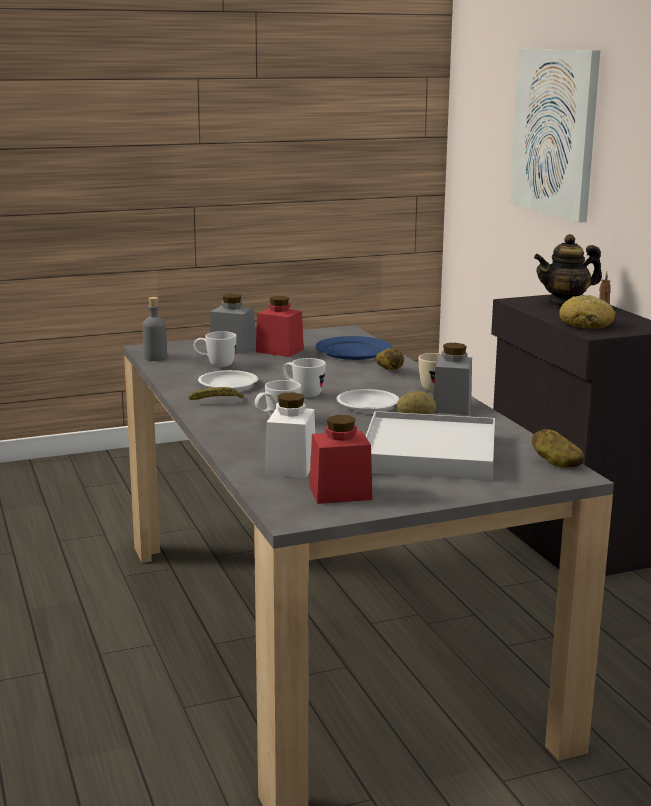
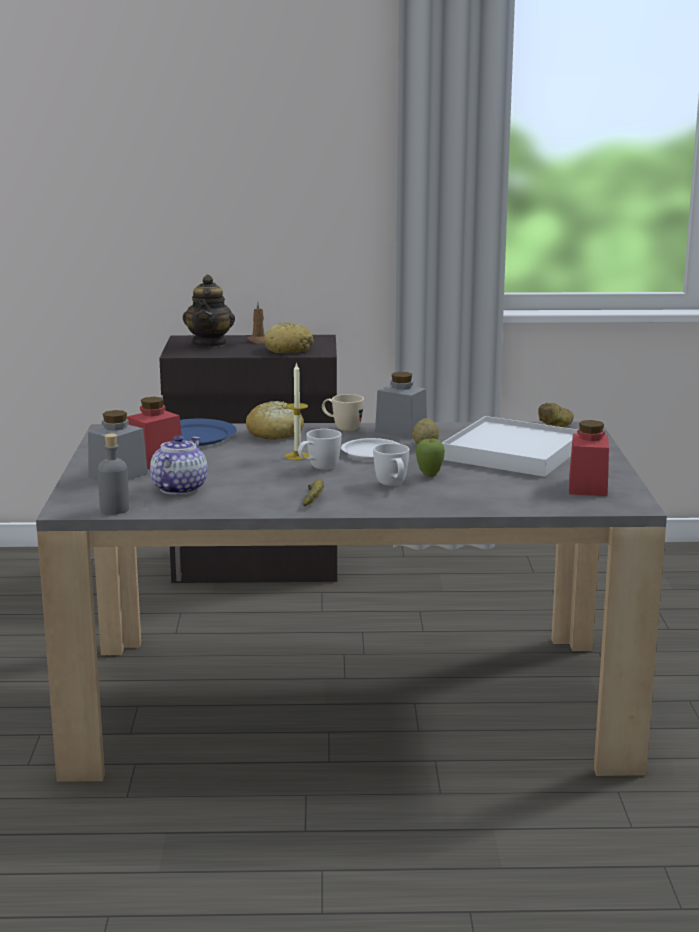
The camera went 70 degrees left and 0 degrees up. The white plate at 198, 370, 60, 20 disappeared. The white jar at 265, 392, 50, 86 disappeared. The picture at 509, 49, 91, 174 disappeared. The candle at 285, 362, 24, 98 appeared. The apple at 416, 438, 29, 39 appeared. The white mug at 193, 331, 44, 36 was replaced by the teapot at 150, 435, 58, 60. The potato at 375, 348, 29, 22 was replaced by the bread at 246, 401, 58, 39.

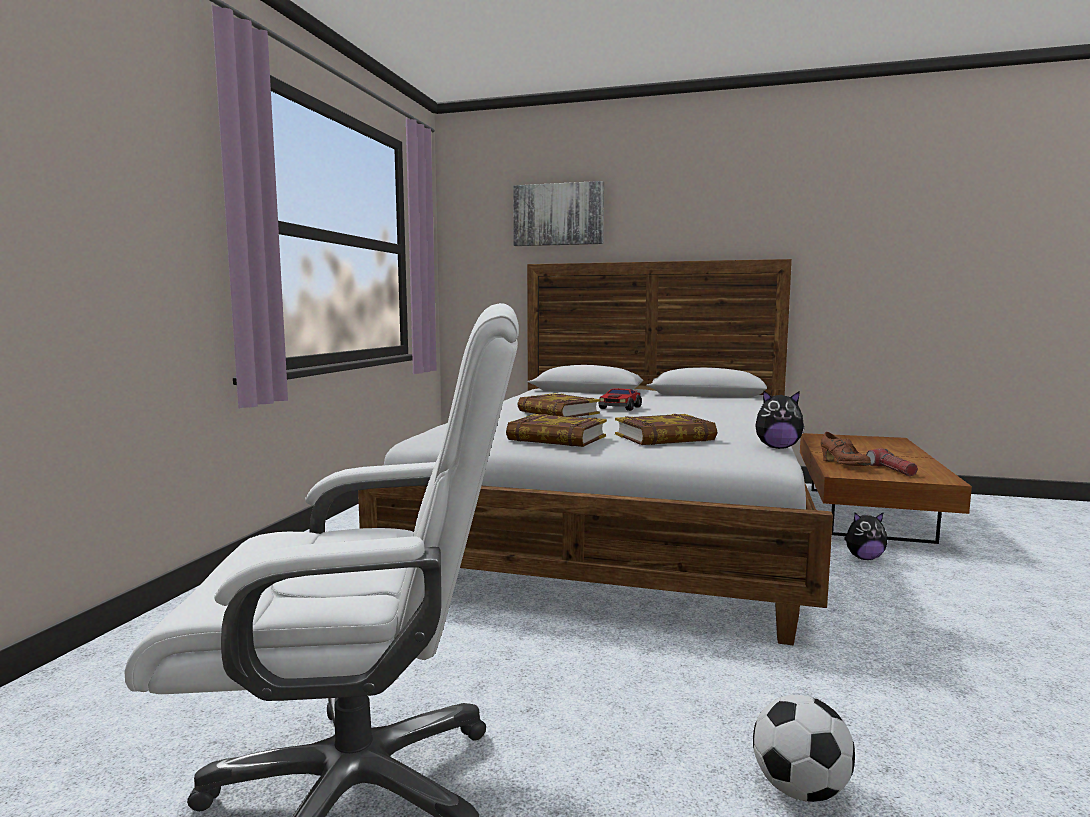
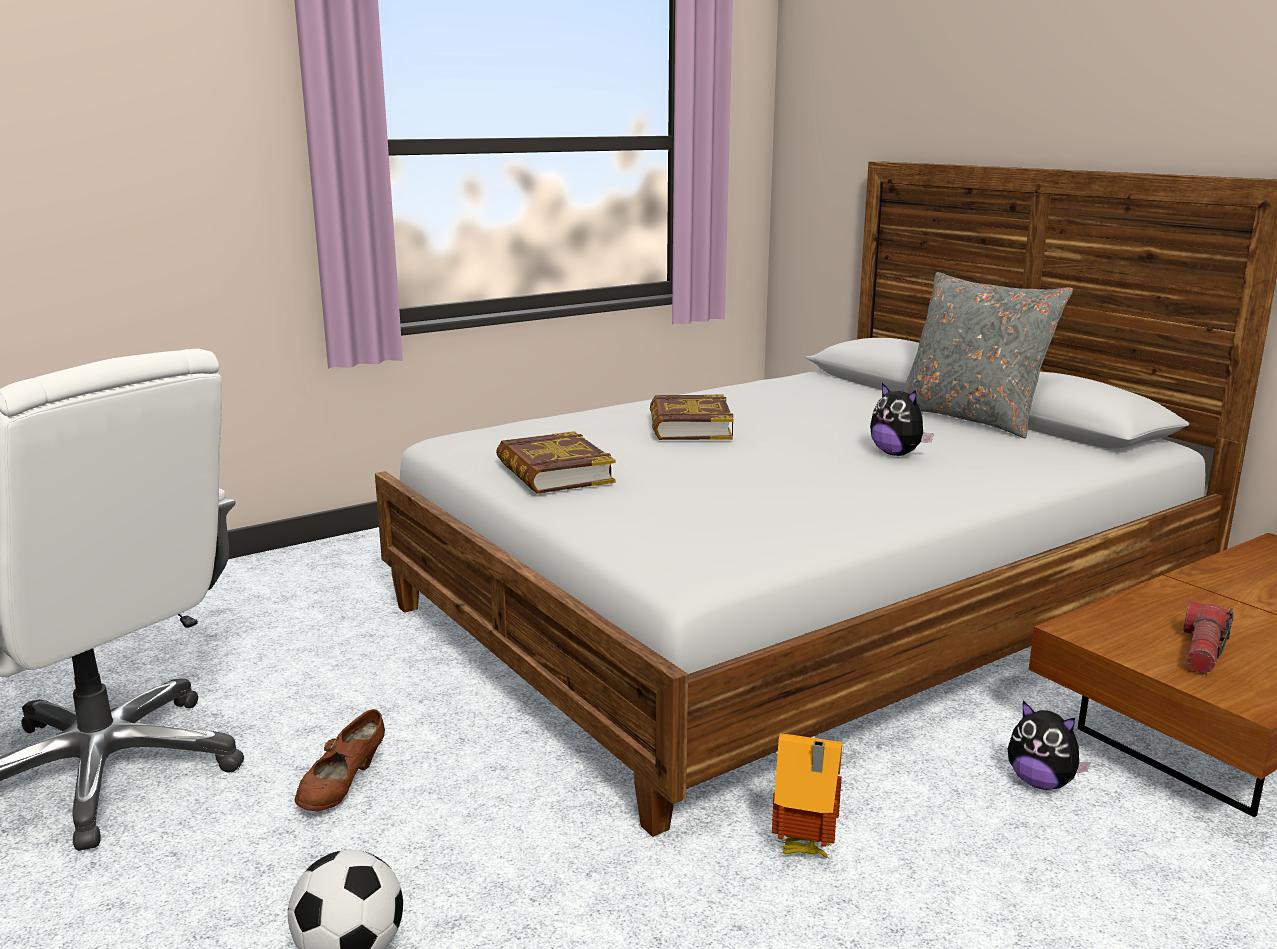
The camera went 40 degrees right and 10 degrees up. The picture at 513, 181, 91, 65 disappeared. The toy car at 599, 388, 43, 23 disappeared. The book at 615, 414, 102, 31 disappeared. The toy house at 772, 733, 70, 125 appeared. The grey pillow at 902, 272, 171, 166 appeared. The plush toy moved from 755, 390, 50, 59 to 870, 383, 64, 73. The brown shoe moved from 821, 432, 50, 34 to 295, 709, 90, 102.

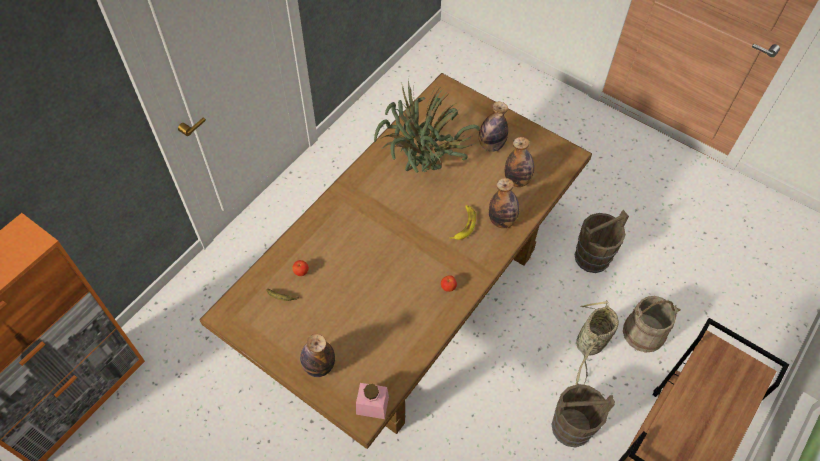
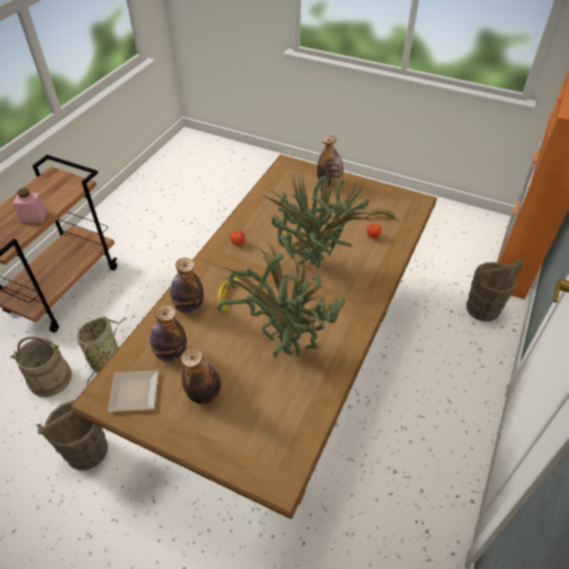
The camera went 170 degrees right and 10 degrees down. The plate at 108, 370, 51, 42 appeared. The potted plant at 259, 169, 116, 99 appeared. The pink jar moved from 356, 383, 33, 36 to 13, 188, 34, 35. The brown bucket moved from 551, 384, 64, 64 to 466, 259, 57, 63.

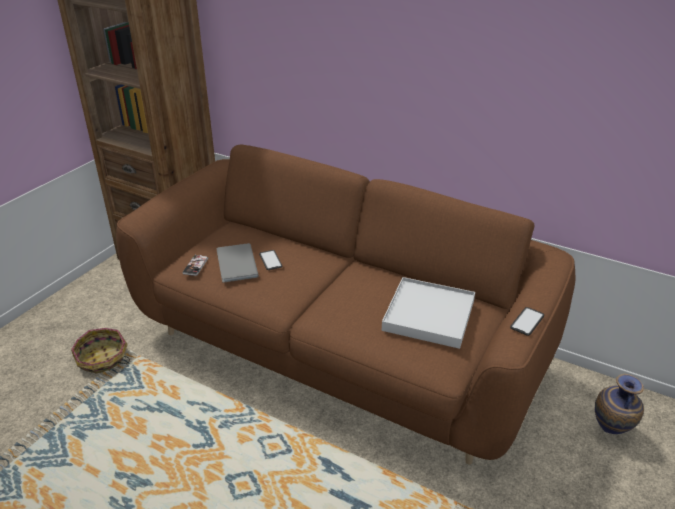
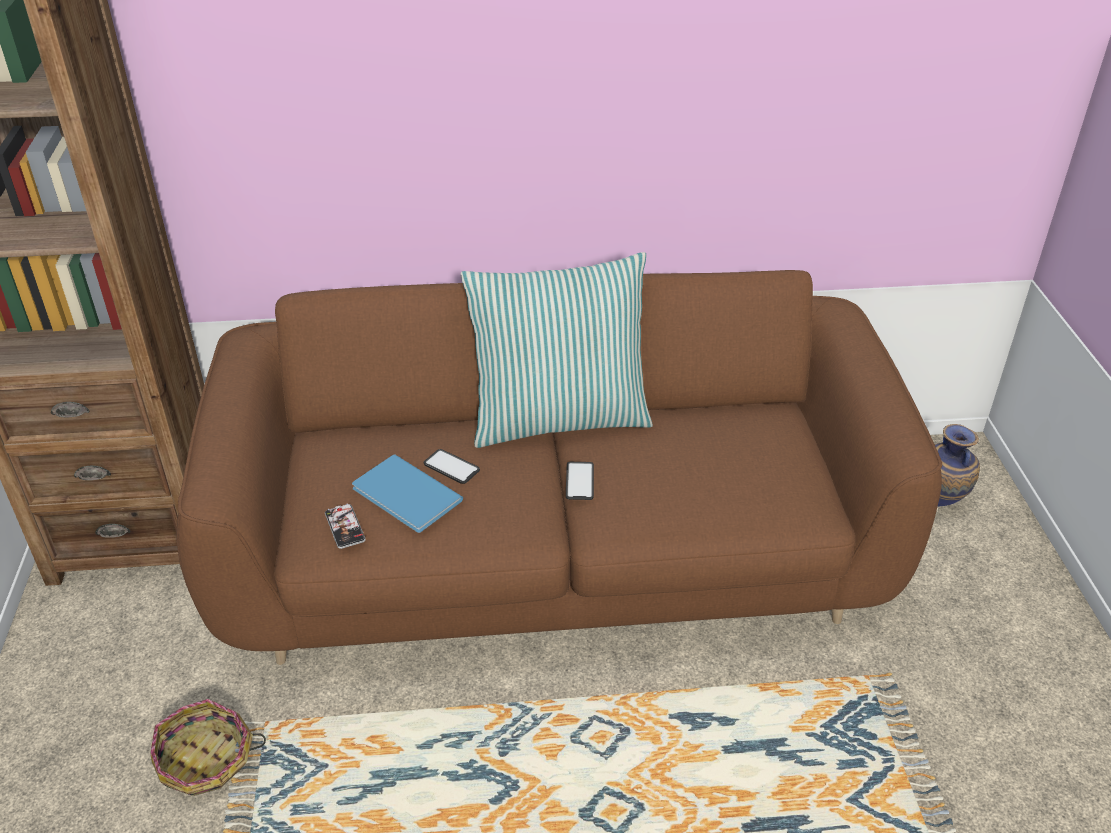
The camera went 35 degrees left and 5 degrees up. The white tray at 382, 277, 93, 72 disappeared. The pillow at 460, 252, 193, 196 appeared. The phone moved from 510, 307, 34, 29 to 566, 462, 28, 38. The grey book at 216, 243, 43, 40 became the blue book at 352, 454, 111, 79.

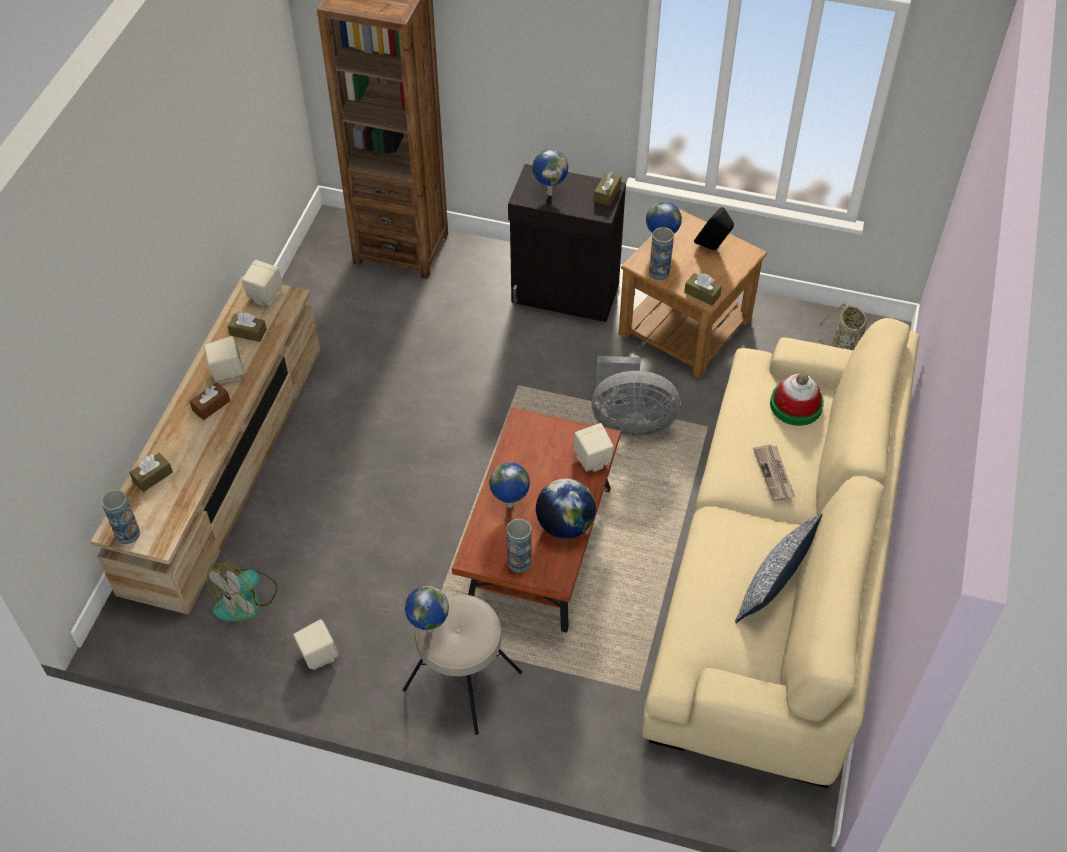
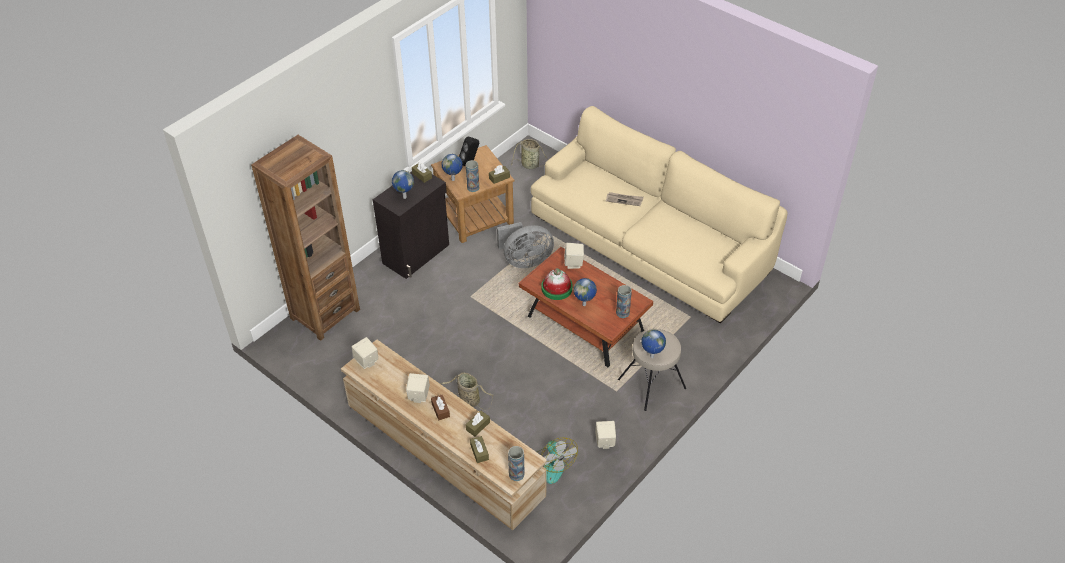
The camera went 65 degrees left and 5 degrees down. The globe at 536, 479, 60, 60 disappeared. The pillow at 735, 514, 87, 109 disappeared. The basket at 441, 372, 52, 38 appeared. The brown tissue box moved from 227, 312, 40, 30 to 466, 411, 24, 26. The hat moved from 770, 373, 54, 53 to 541, 268, 32, 32. The grey fan at 591, 356, 89, 80 turned 45 degrees clockwise.

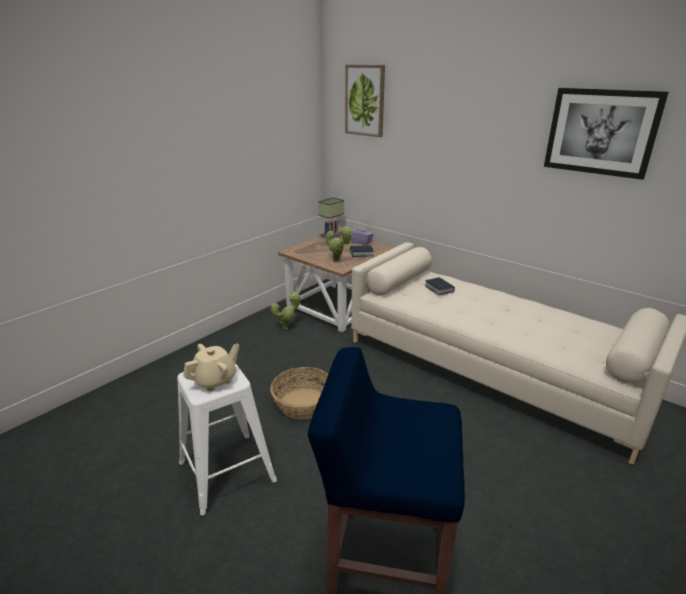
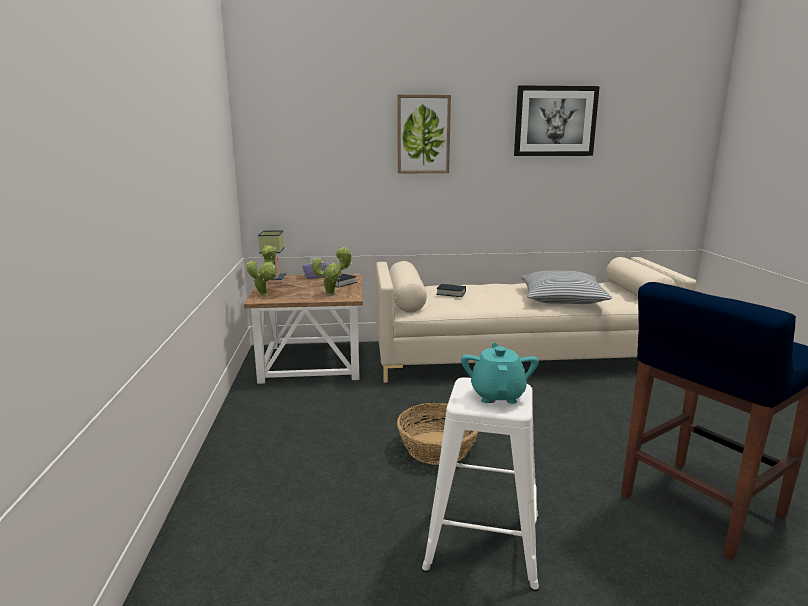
The camera went 45 degrees left and 10 degrees down. The pillow at 521, 271, 91, 33 appeared. The potted plant moved from 271, 293, 30, 36 to 246, 245, 31, 51. The picture moved from 345, 65, 40, 72 to 397, 95, 54, 78. The beige teapot at 183, 344, 56, 47 became the turquoise teapot at 461, 343, 78, 61.

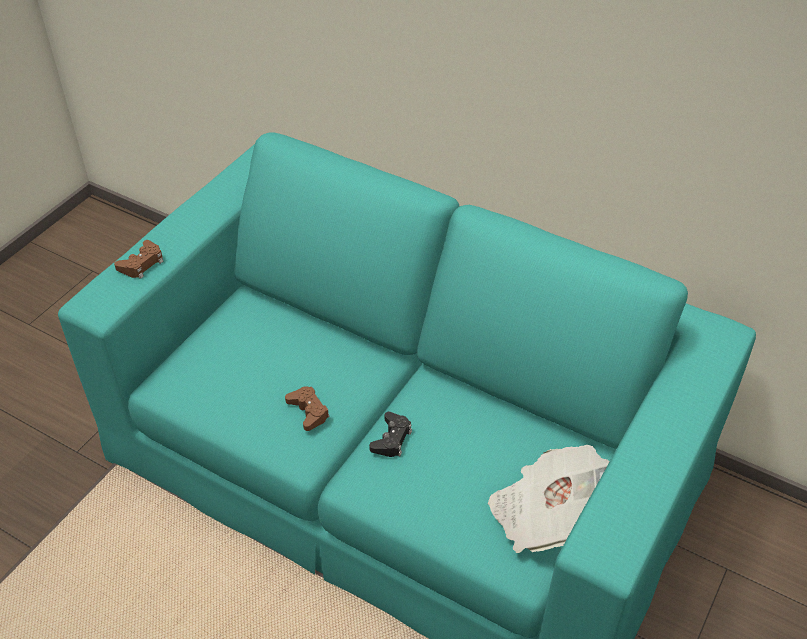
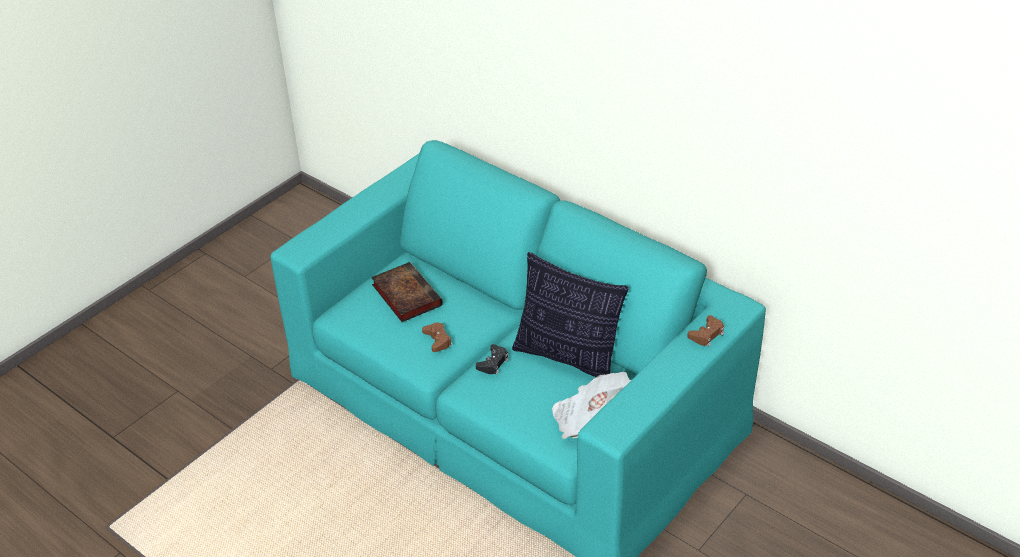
The camera went 10 degrees right and 5 degrees down. The book at 371, 262, 72, 60 appeared. The pillow at 512, 252, 117, 125 appeared. The brown game controller moved from 114, 240, 49, 39 to 687, 315, 37, 32.

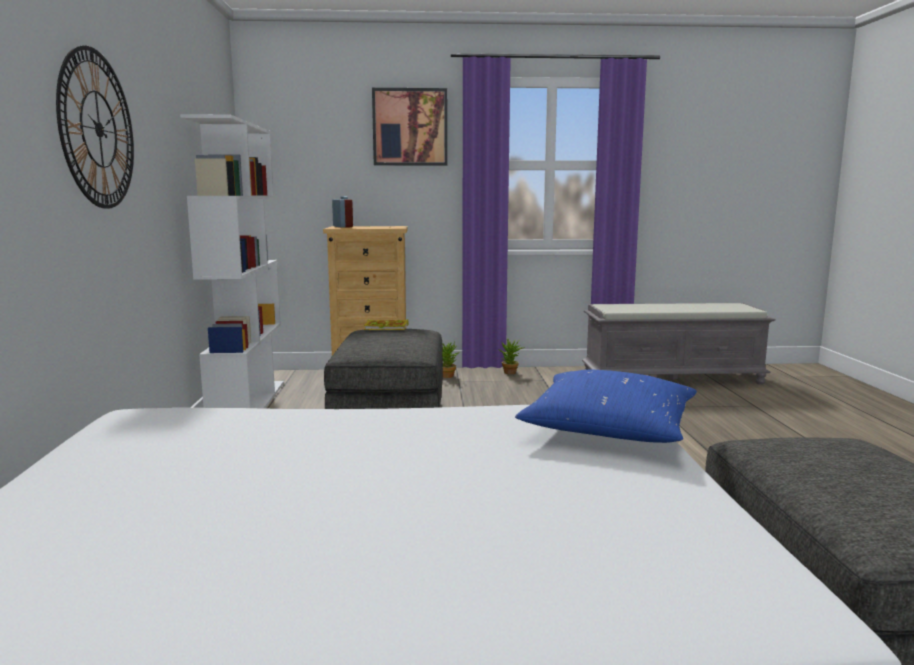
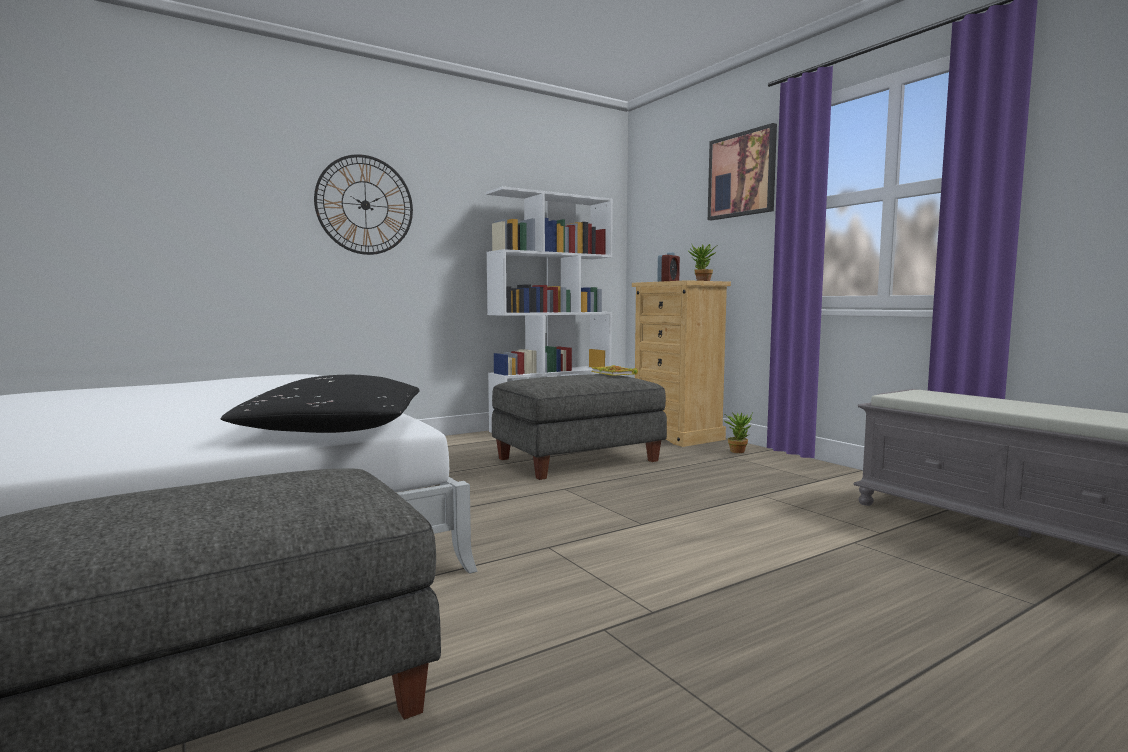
The camera went 60 degrees right and 5 degrees down. The potted plant moved from 498, 338, 27, 36 to 689, 244, 29, 37. The blue pillow at 515, 370, 182, 73 became the black pillow at 221, 375, 199, 58.

